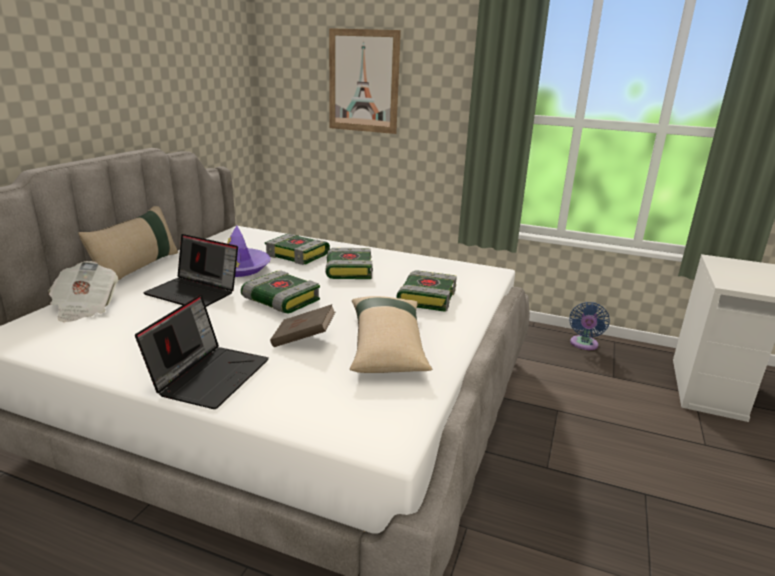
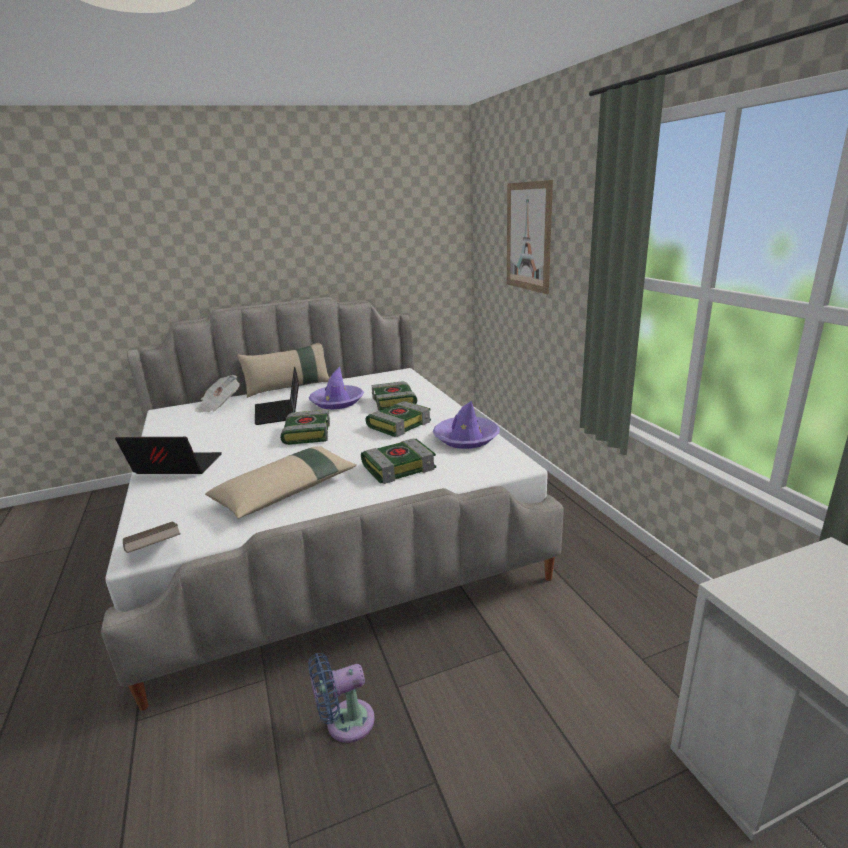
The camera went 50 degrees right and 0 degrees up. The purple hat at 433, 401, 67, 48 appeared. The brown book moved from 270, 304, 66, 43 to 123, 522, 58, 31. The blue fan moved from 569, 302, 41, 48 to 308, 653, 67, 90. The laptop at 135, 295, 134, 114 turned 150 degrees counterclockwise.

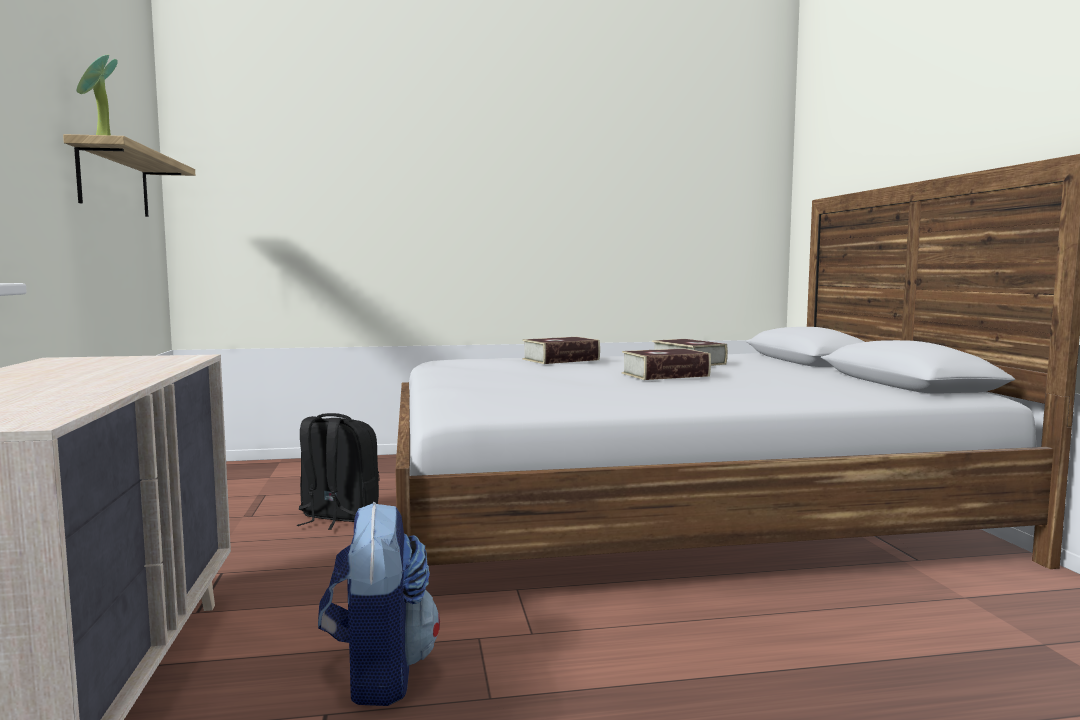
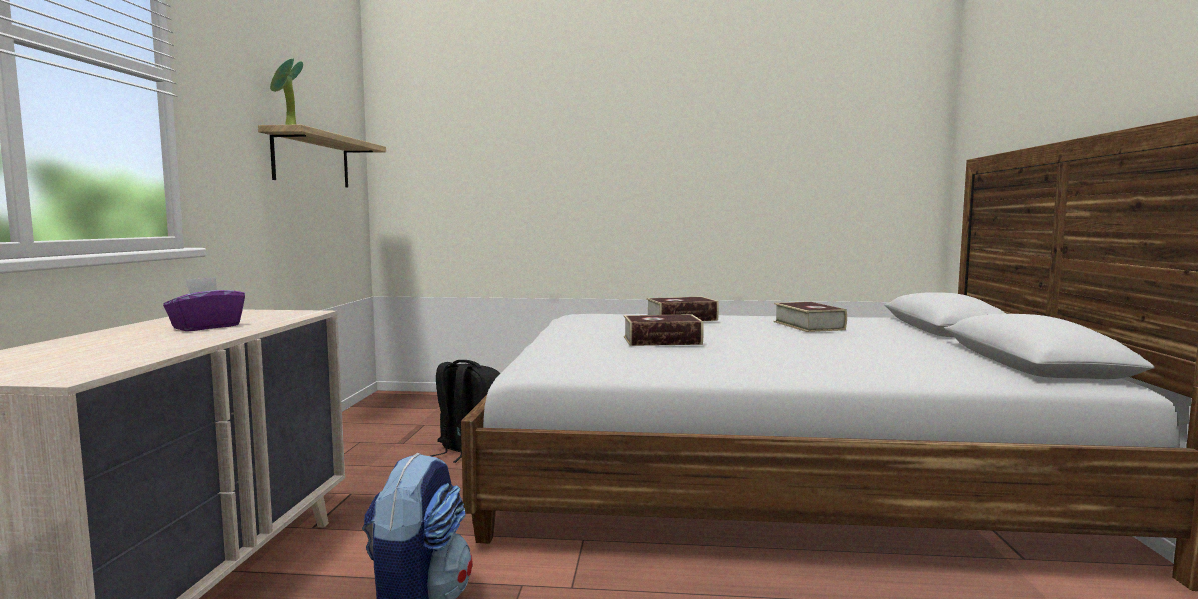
The camera went 15 degrees right and 0 degrees up. The purple tissue box at 163, 277, 82, 54 appeared. The book moved from 622, 348, 89, 32 to 624, 314, 80, 32.

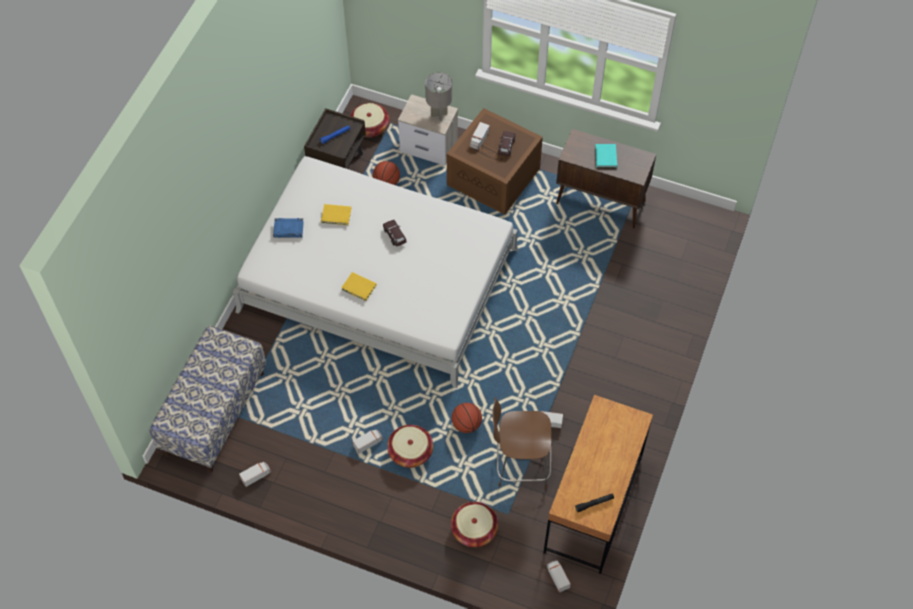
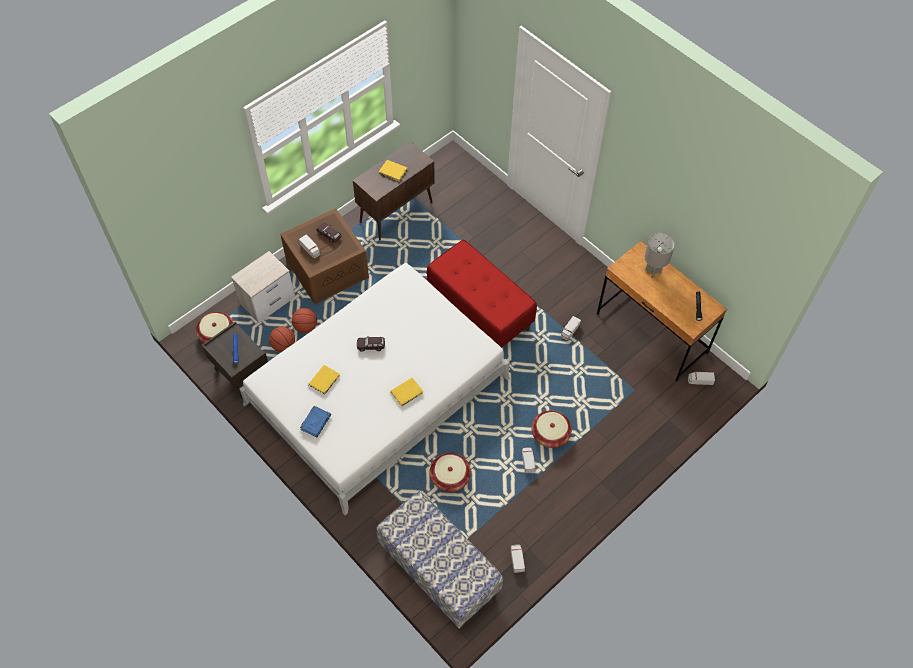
The camera went 65 degrees left and 0 degrees up. The brown chair at 492, 397, 60, 91 disappeared. The red bench at 427, 240, 110, 108 appeared. The grey table lamp moved from 425, 72, 27, 49 to 644, 233, 31, 45. The basket moved from 451, 502, 47, 45 to 430, 453, 41, 39. The basketball moved from 452, 403, 30, 30 to 292, 308, 25, 25. The turquoise book at 595, 144, 22, 24 became the yellow book at 379, 160, 29, 22.

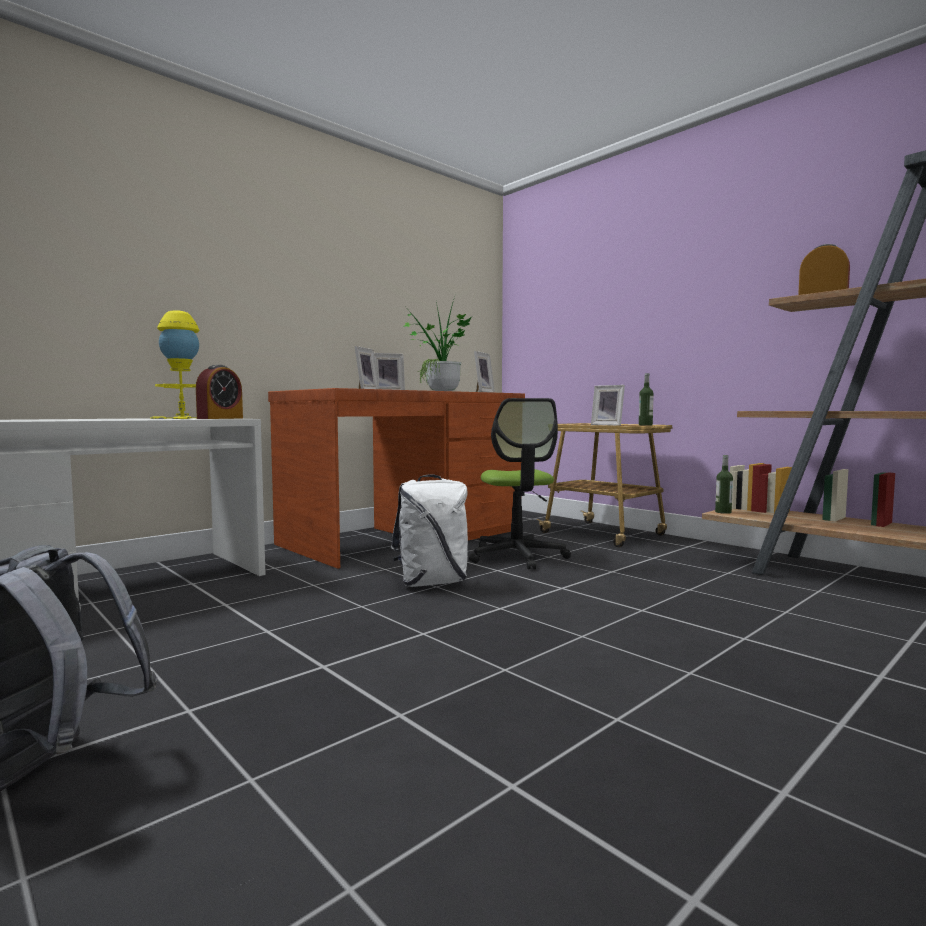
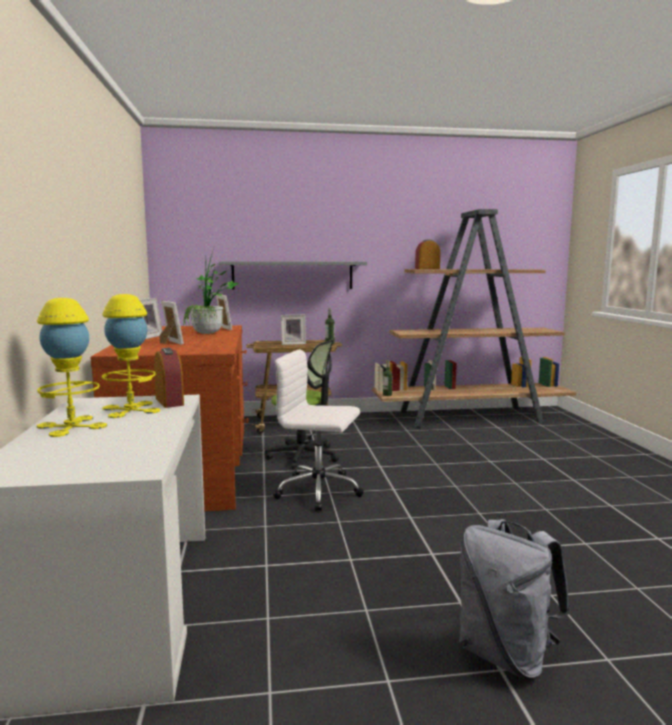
The camera went 55 degrees left and 5 degrees up. The yellow table lamp at 37, 298, 70, 139 appeared. The grey shelf at 219, 261, 148, 28 appeared. The white backpack at 391, 475, 77, 112 was replaced by the white office chair at 273, 349, 91, 162.

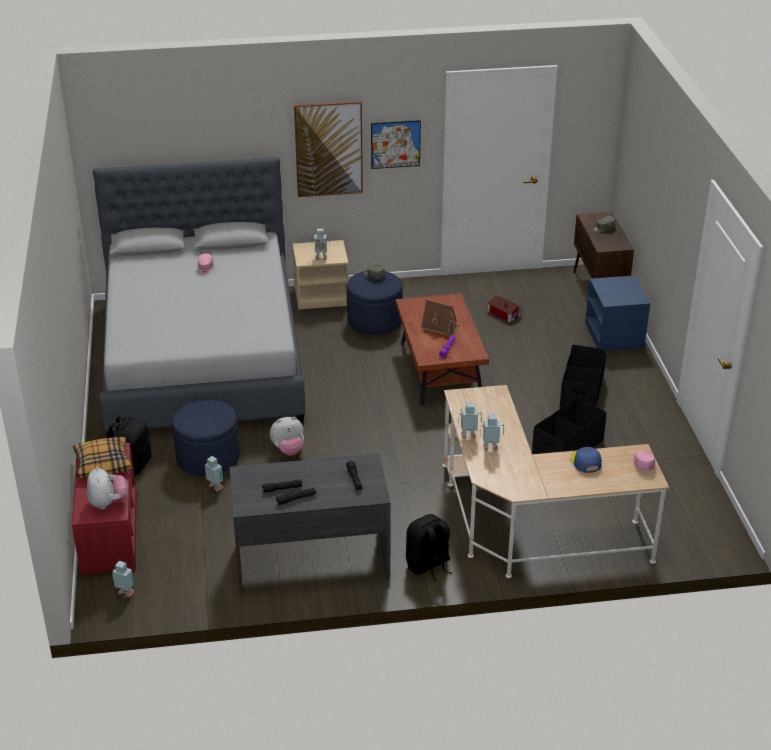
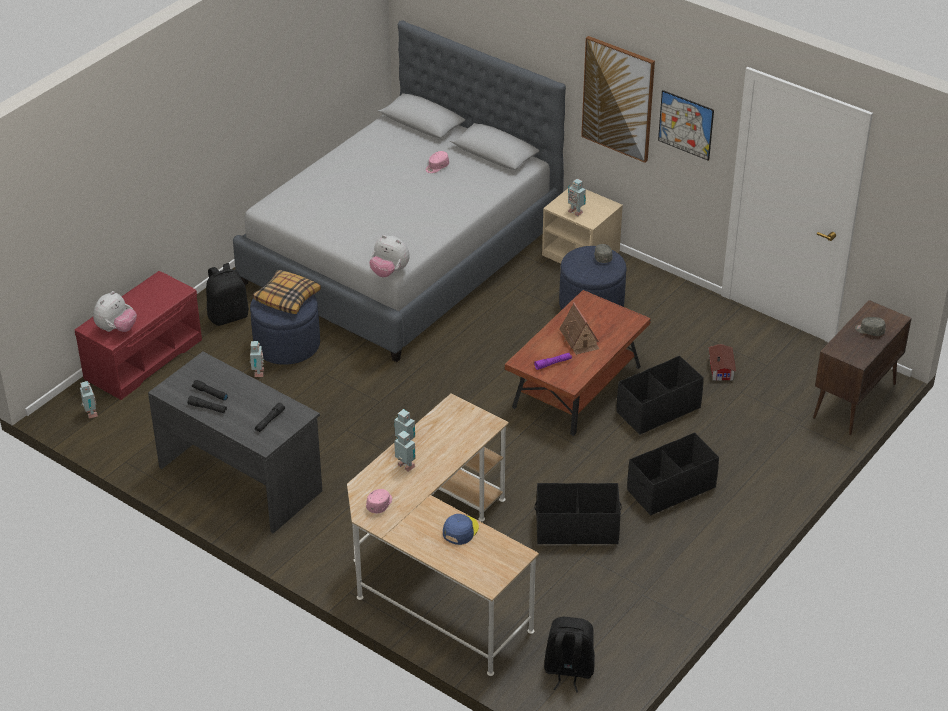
The camera went 45 degrees right and 5 degrees up. The blue nightstand at 585, 275, 65, 76 disappeared. The black storage box at 617, 356, 87, 79 appeared. The pillow moved from 73, 437, 59, 41 to 253, 270, 68, 44. The plush toy moved from 270, 417, 34, 39 to 369, 235, 41, 42. The black backpack moved from 406, 514, 46, 68 to 544, 617, 51, 76. The pink cap moved from 632, 450, 23, 21 to 366, 489, 26, 24.

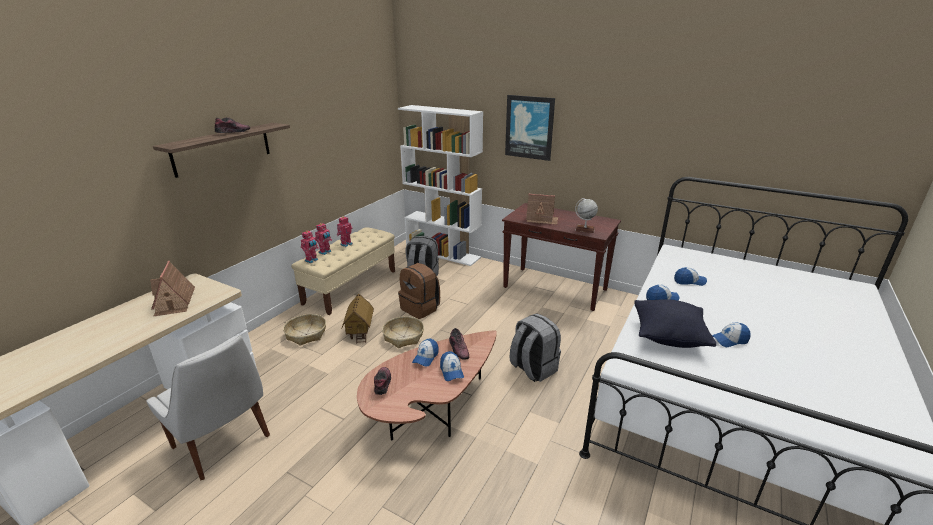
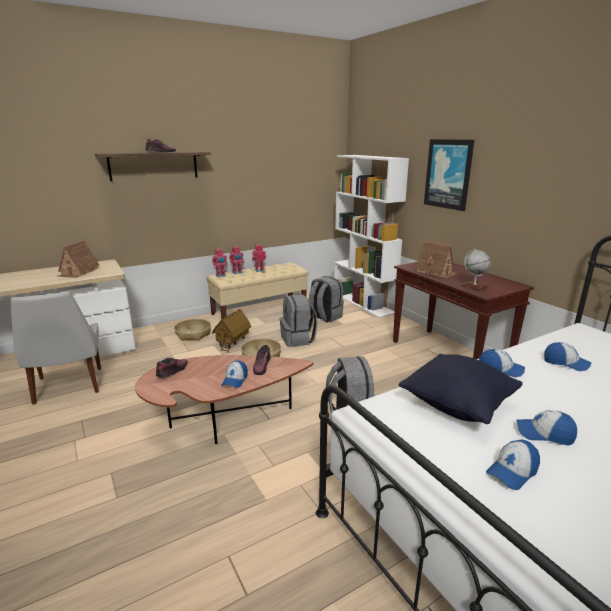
The camera went 30 degrees right and 5 degrees down. The cap moved from 412, 339, 27, 28 to 486, 440, 54, 50. The brown backpack at 398, 263, 42, 56 became the grey backpack at 280, 294, 37, 53.

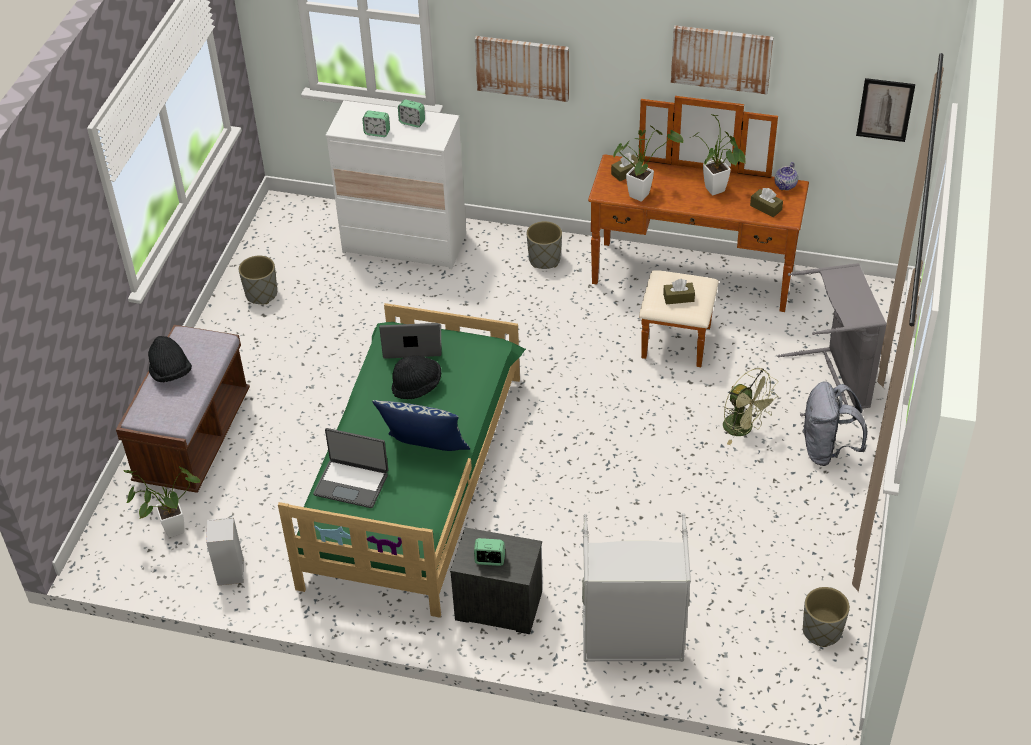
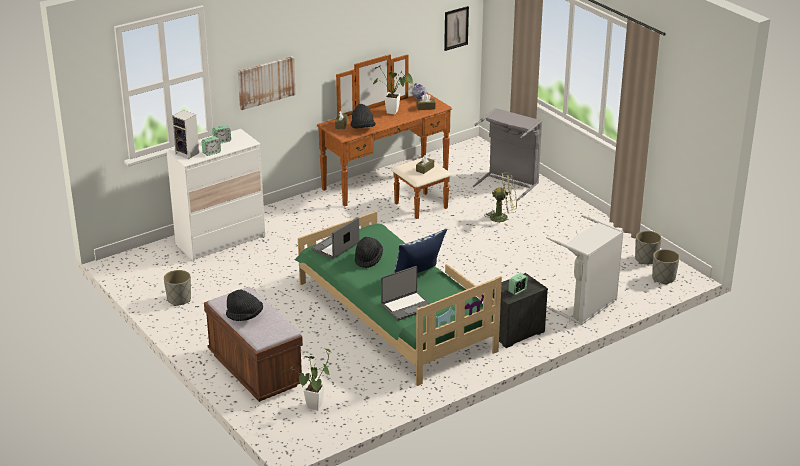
The camera went 50 degrees left and 15 degrees down. The picture at 671, 25, 102, 69 disappeared. The grey backpack at 802, 381, 65, 85 disappeared. The speaker moved from 206, 517, 38, 68 to 172, 110, 27, 49. The grey planter moved from 527, 221, 35, 48 to 652, 249, 28, 36. The potted plant at 613, 126, 70, 76 was replaced by the black hat at 350, 104, 26, 24.

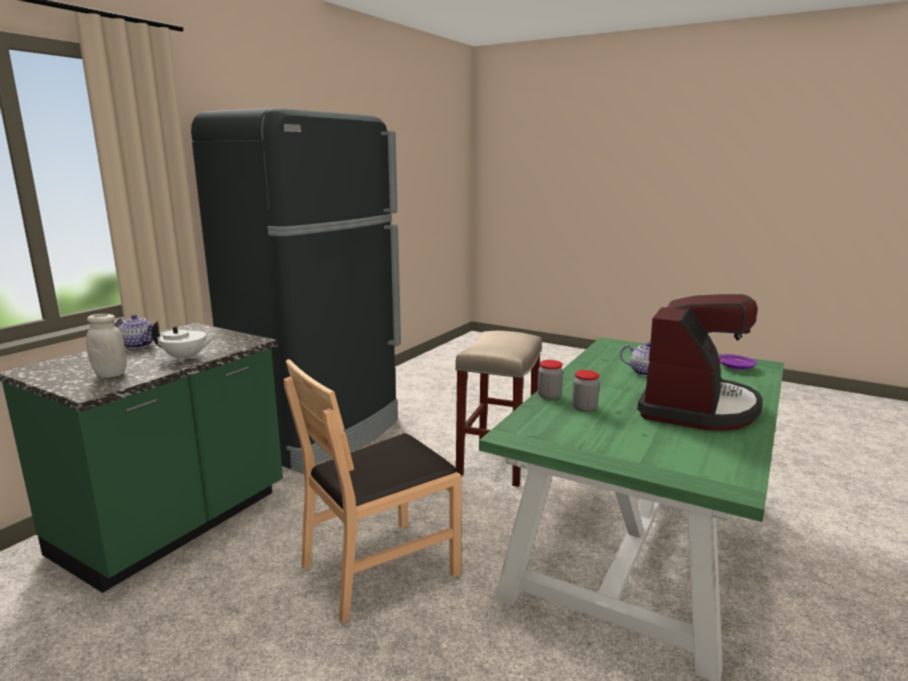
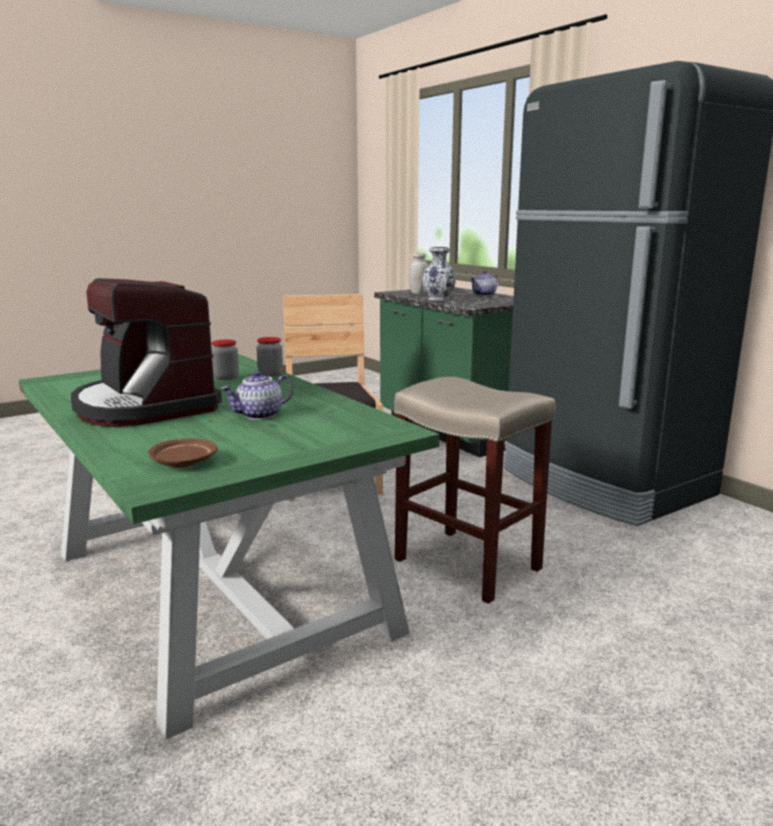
The camera went 115 degrees right and 0 degrees up. The white teapot at 151, 321, 66, 41 was replaced by the vase at 422, 247, 34, 54. The purple plate at 718, 354, 39, 16 became the brown plate at 148, 438, 70, 30.

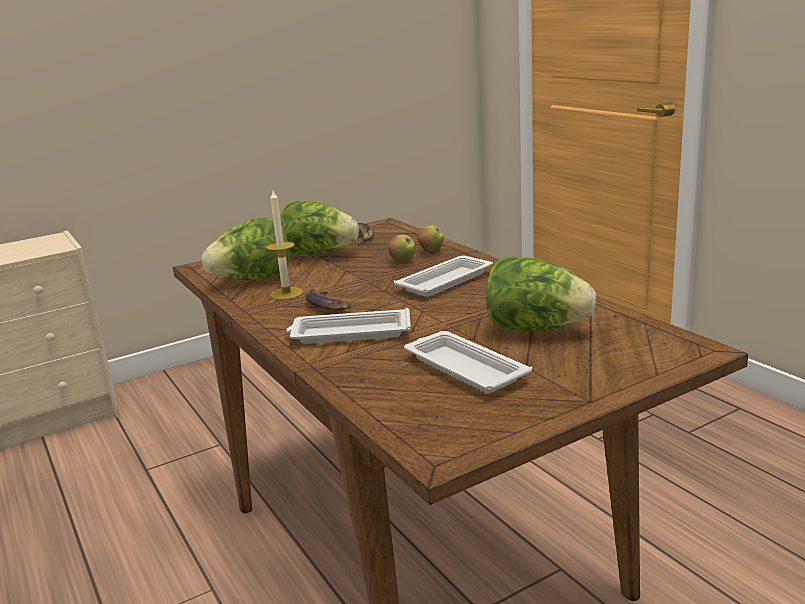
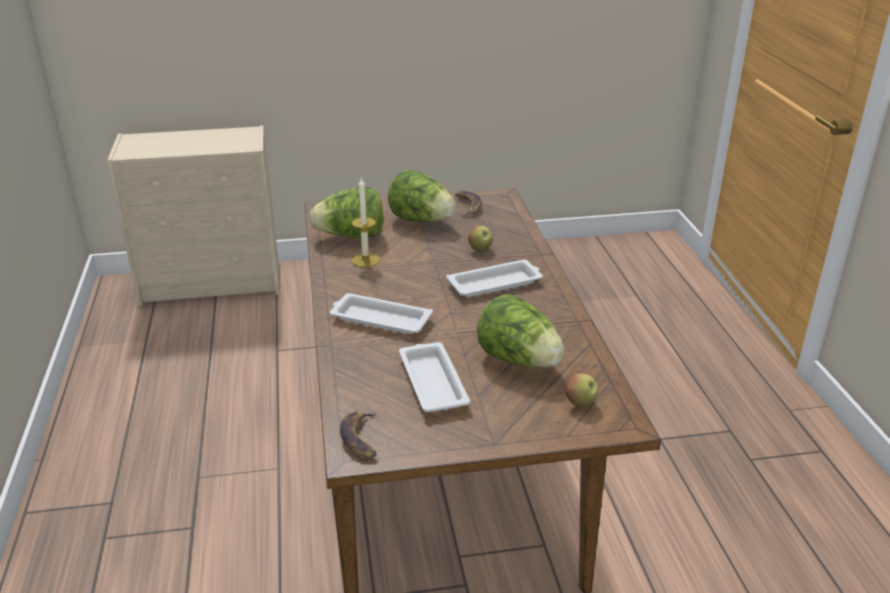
The camera went 20 degrees right and 10 degrees up. The banana moved from 305, 289, 46, 22 to 340, 411, 36, 46. The apple moved from 417, 226, 27, 27 to 565, 373, 33, 35.

